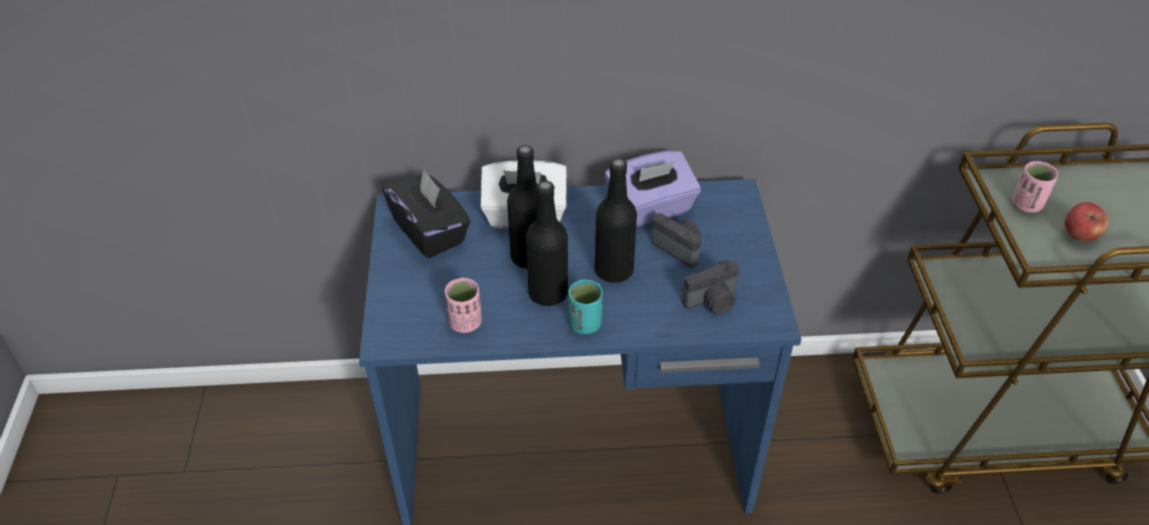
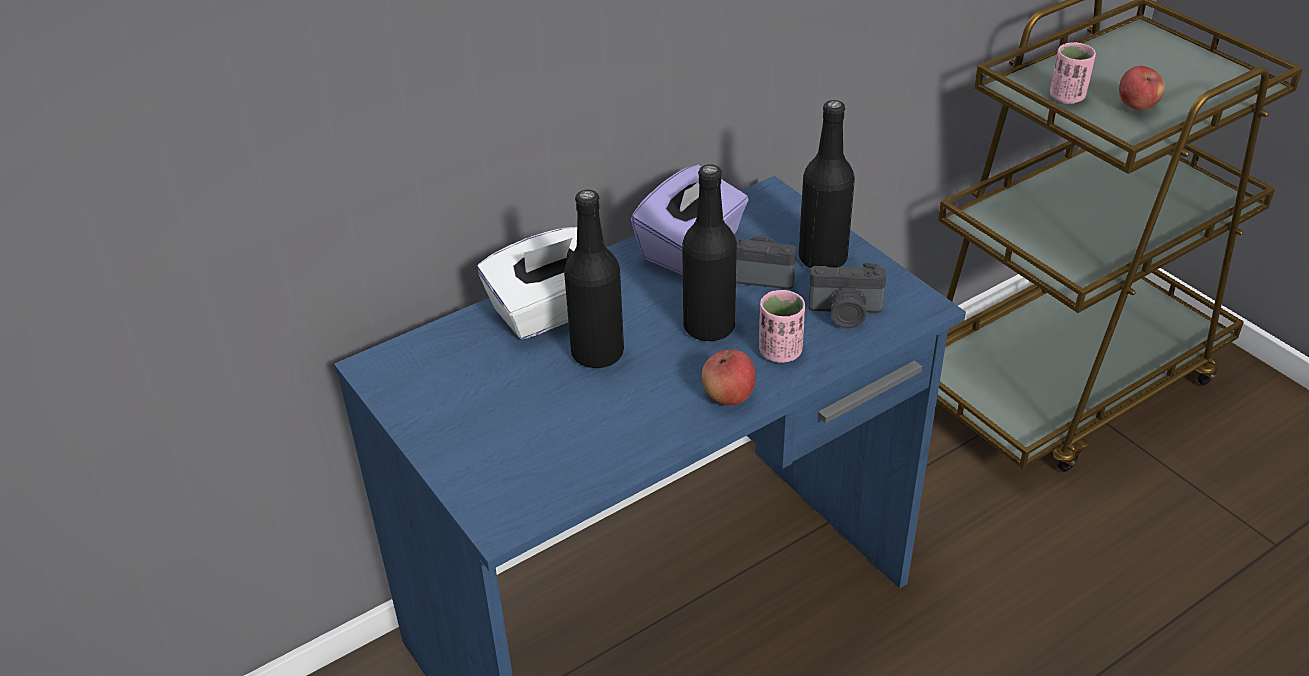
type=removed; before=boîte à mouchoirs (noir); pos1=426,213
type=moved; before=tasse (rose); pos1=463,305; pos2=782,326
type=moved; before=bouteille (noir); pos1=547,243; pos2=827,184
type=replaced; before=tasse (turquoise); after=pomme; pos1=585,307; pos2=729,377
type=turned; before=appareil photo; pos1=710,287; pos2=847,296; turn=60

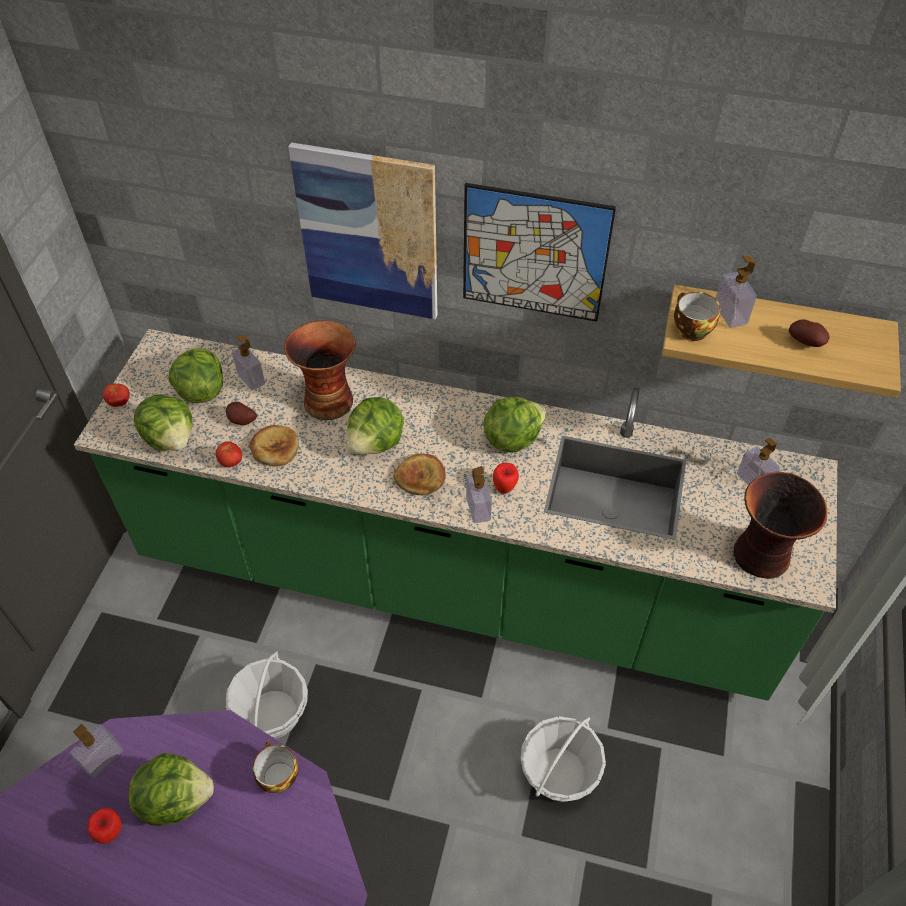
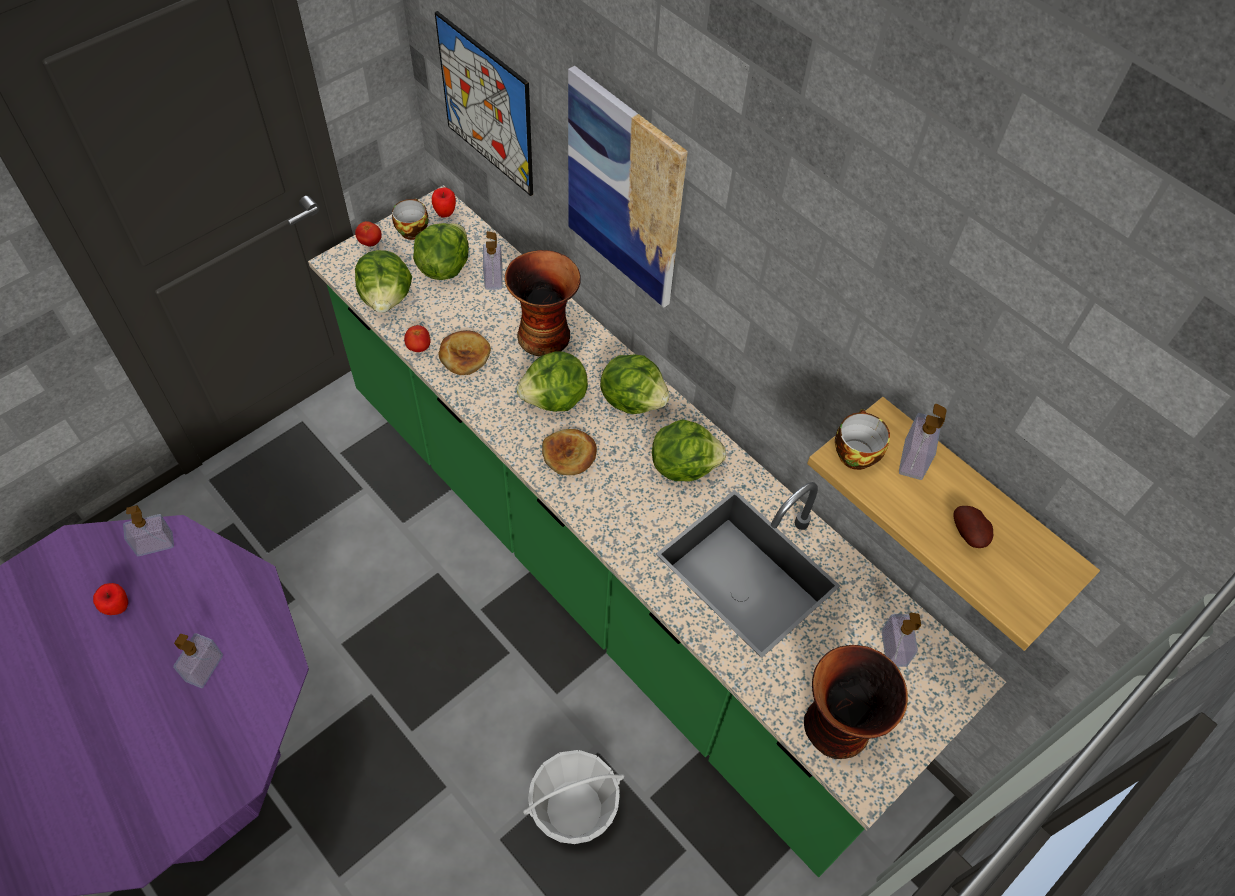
type=moved; before=laitue; pos1=171,789; pos2=635,384
type=removed; before=pomme de terre; pos1=241,413
type=removed; before=panier; pos1=267,695
type=moved; before=tasse; pos1=275,767; pos2=410,219
type=moved; before=tableau; pos1=539,252; pos2=484,103
type=moved; before=distributeur de savon; pos1=479,494; pos2=198,660
type=moved; before=pomme; pos1=506,478; pos2=444,203

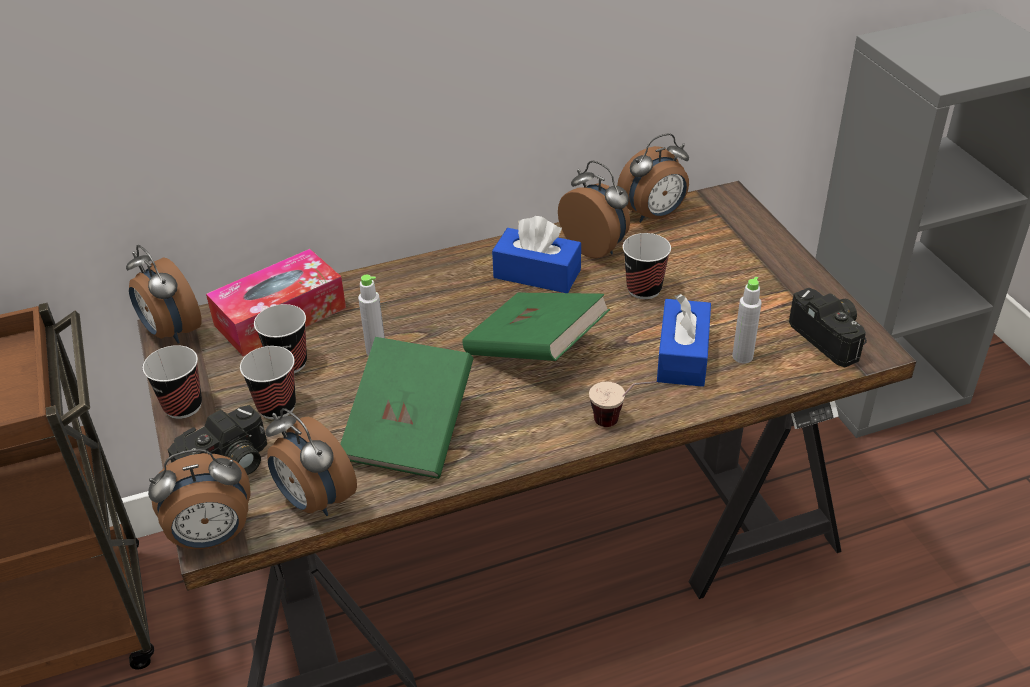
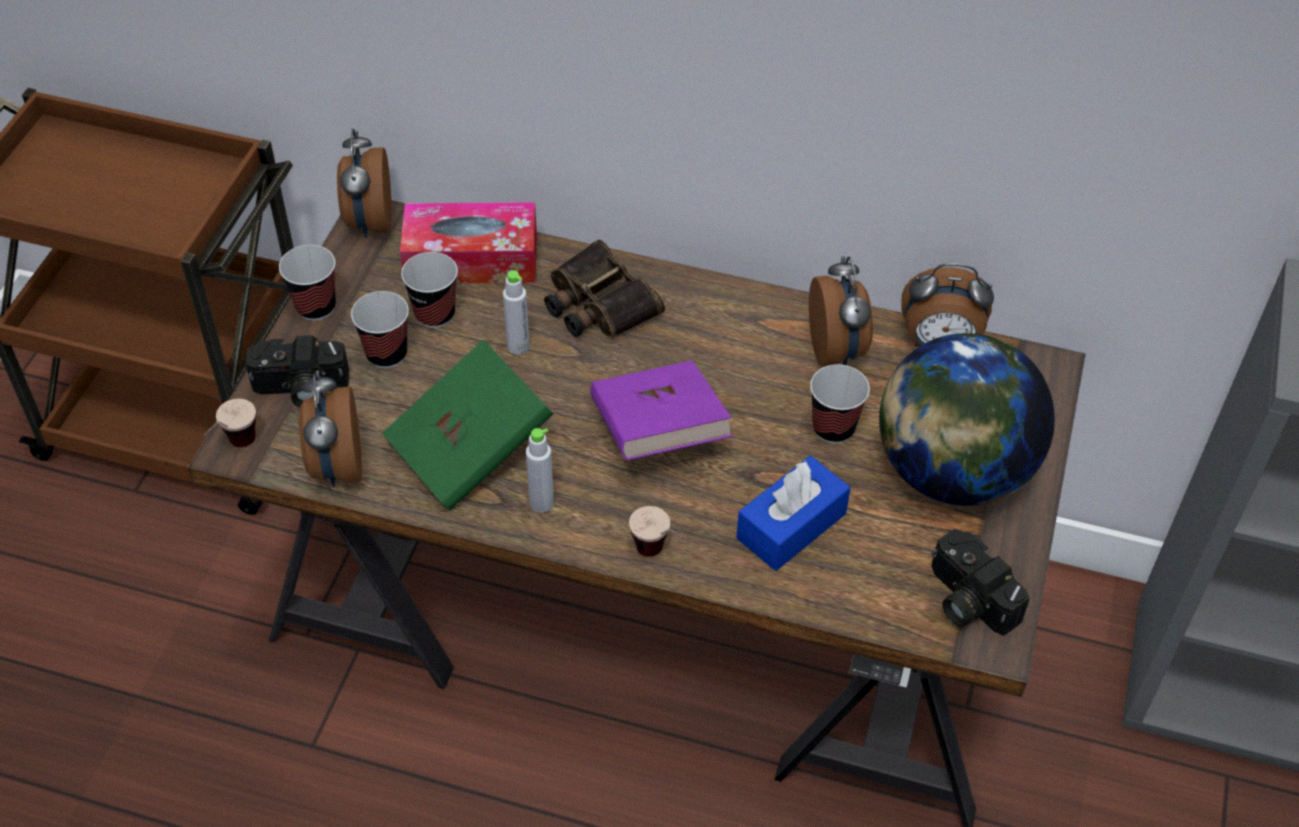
type=replaced; before=réveil; after=tasse; pos1=199,499; pos2=230,423
type=recoloured; before=livre (vert); after=livre (violet); pos1=536,327; pos2=661,410
type=removed; before=boîte à mouchoirs (bleu); pos1=536,254
type=moved; before=bouteille (gris); pos1=747,320; pos2=540,470
type=turned; before=appareil photo; pos1=828,328; pos2=981,582; turn=135
type=added; after=jumelles; pos2=604,289
type=added; after=globe; pos2=967,419

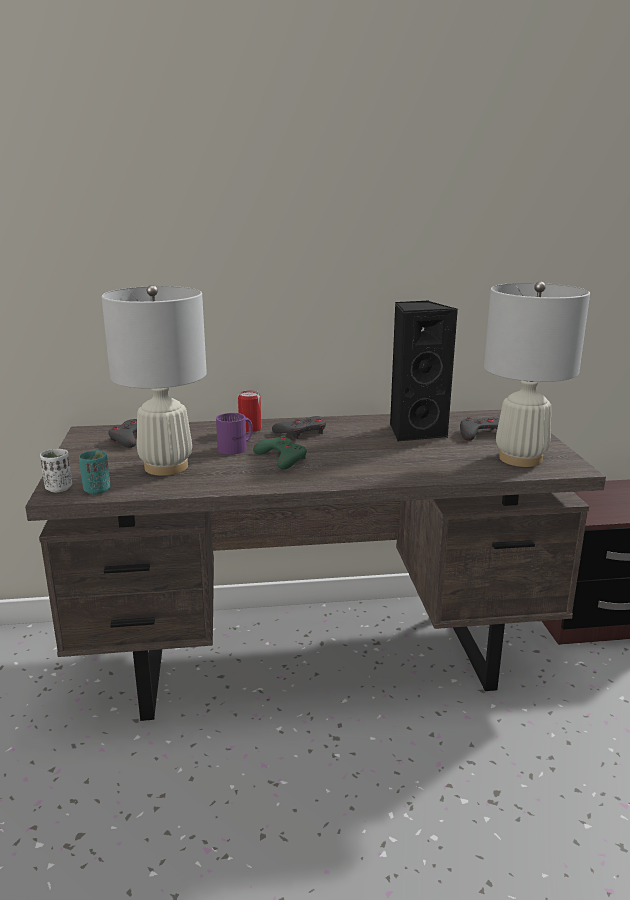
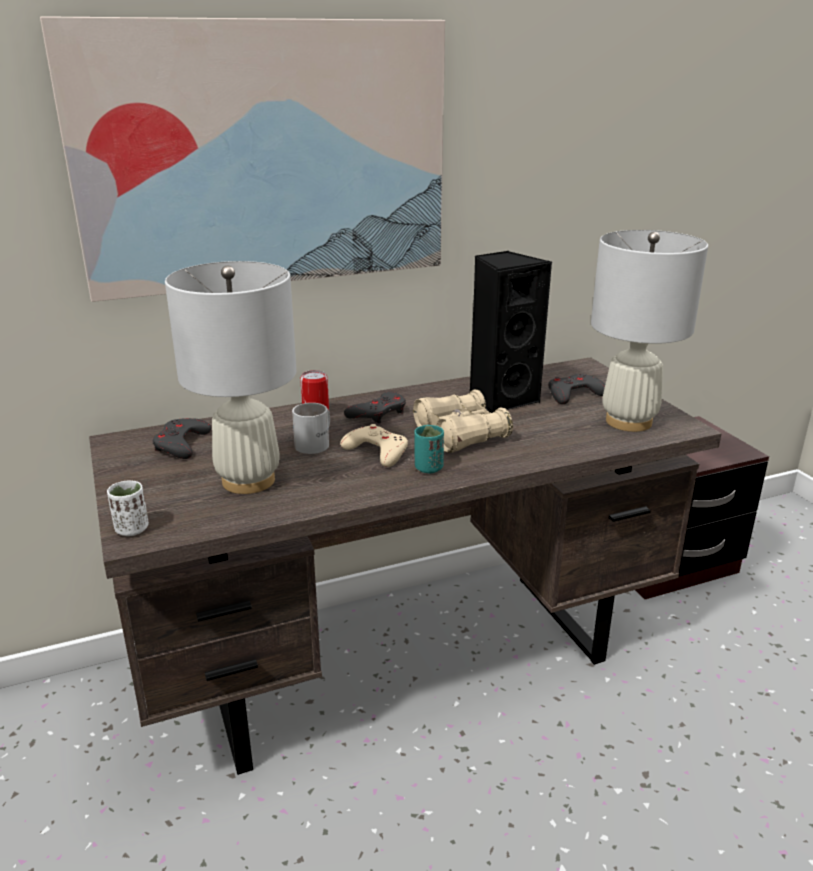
type=moved; before=tasse (turquoise); pos1=95,472; pos2=429,449
type=recoloured; before=mug (violet); after=mug (blanc); pos1=234,434; pos2=311,428
type=recoloured; before=manette (vert); after=manette (beige); pos1=280,452; pos2=374,445
type=added; after=tableau; pos2=242,159
type=added; after=jumelles (beige); pos2=463,421

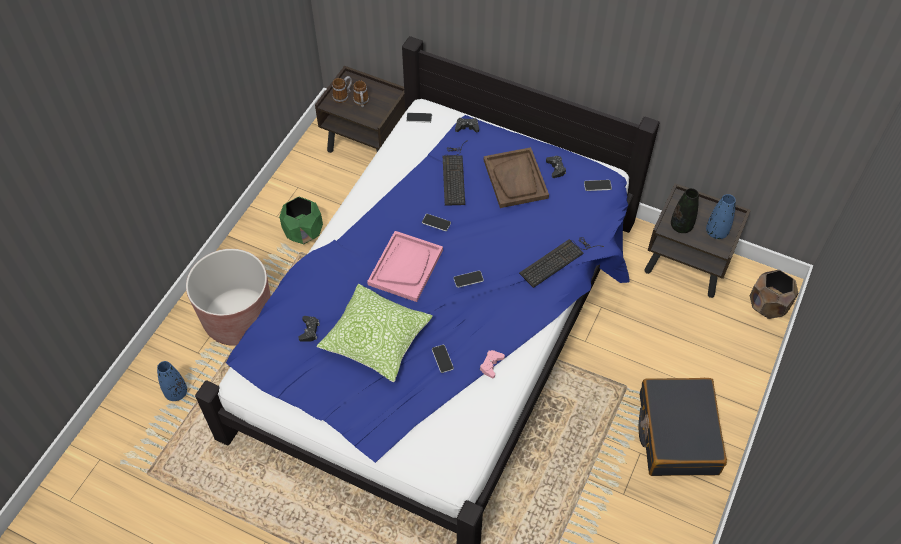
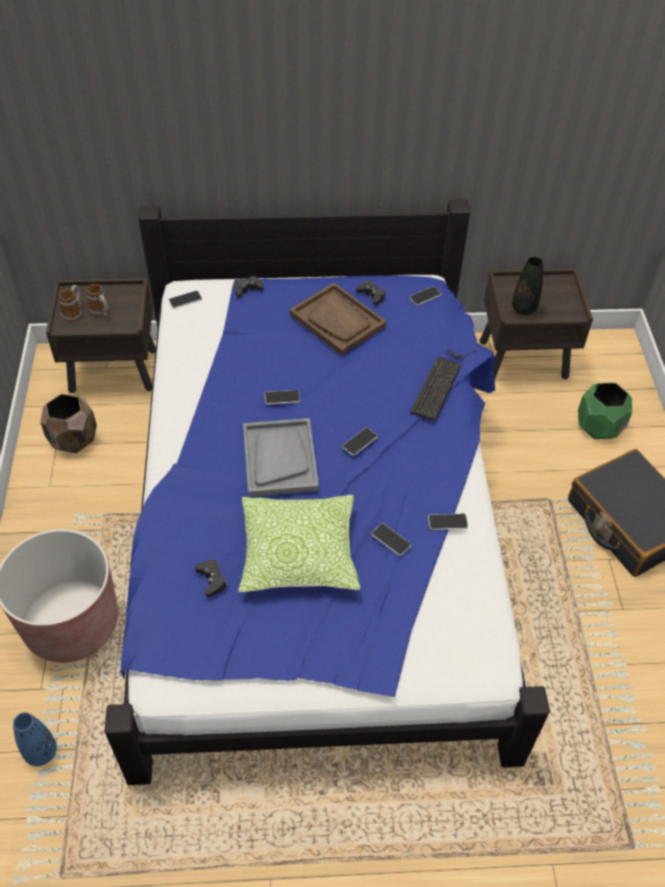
type=moved; before=cache-pot (vert); pos1=301,220; pos2=605,411
type=recoloured; before=plateau (rose); after=plateau (gris); pos1=405,266; pos2=281,457
type=removed; before=clavier; pos1=455,173
type=replaced; before=manette (rose); after=téléphone; pos1=492,364; pos2=448,521
type=removed; before=vase (bleu); pos1=721,216
type=moved; before=cache-pot (marron); pos1=774,294; pos2=68,423

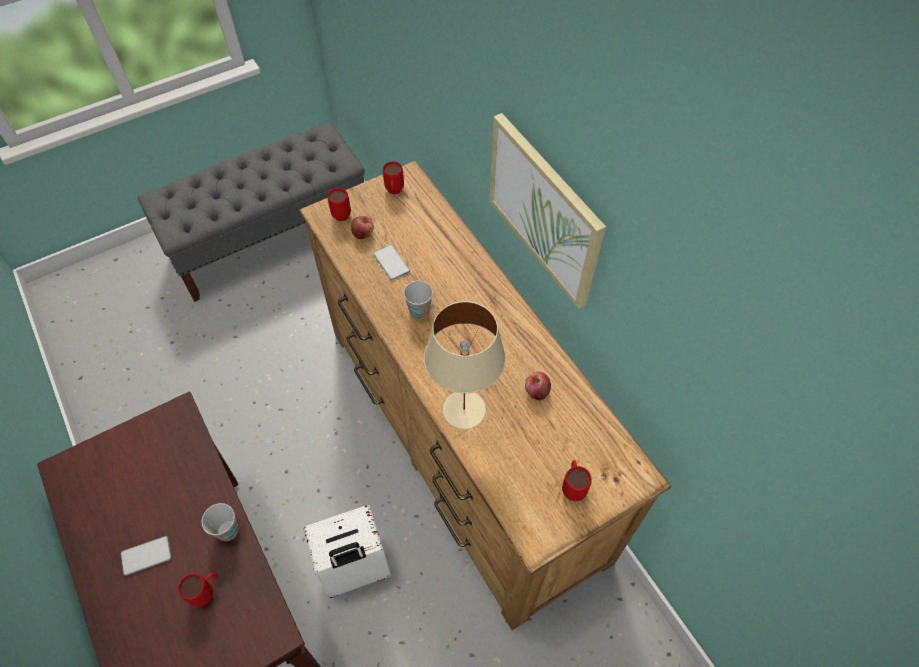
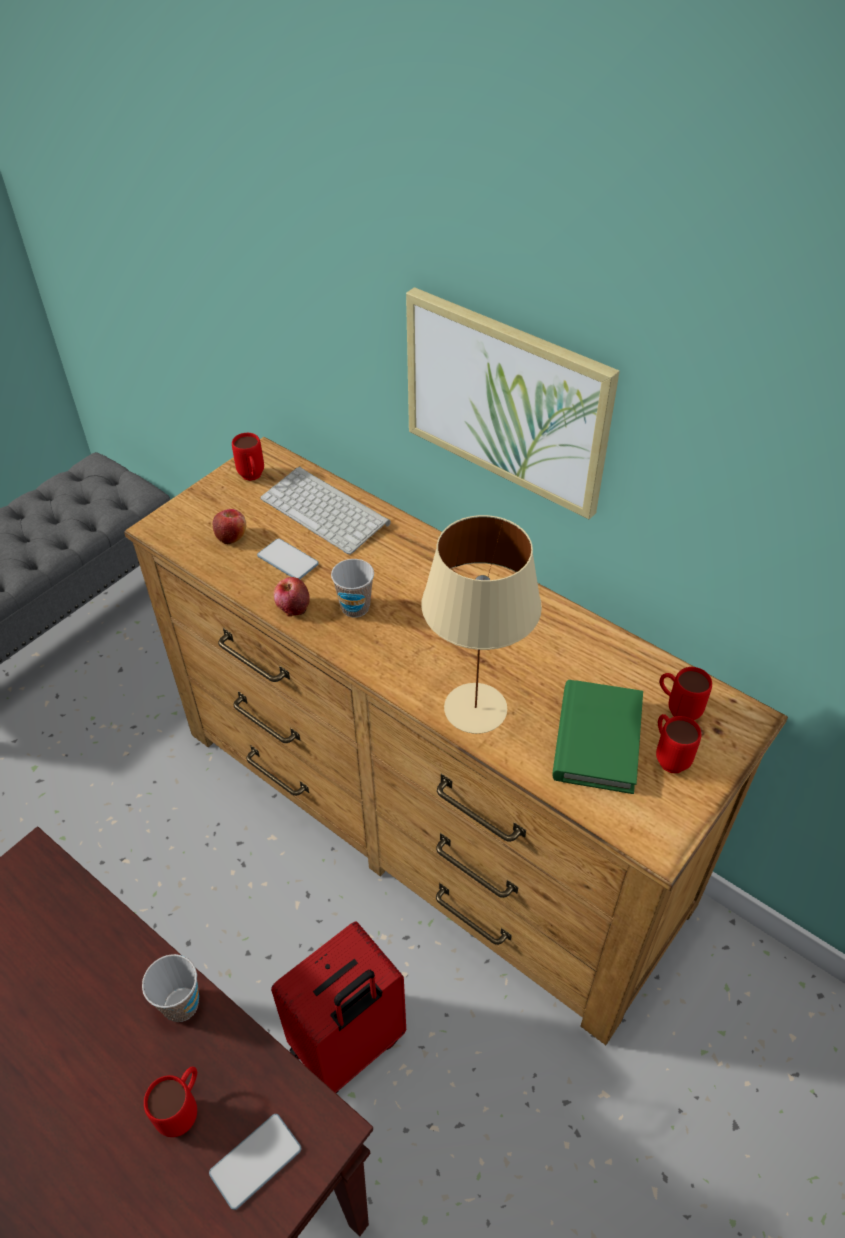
type=moved; before=téléphone; pos1=146,556; pos2=255,1162
type=recoloured; before=valise (blanc); after=valise (rouge); pos1=347,551; pos2=338,1007
type=moved; before=mug (rouge); pos1=339,204; pos2=685,693
type=moved; before=pomme; pos1=538,386; pos2=292,597
type=added; after=clavier; pos2=325,510
type=added; after=livre (vert); pos2=597,737

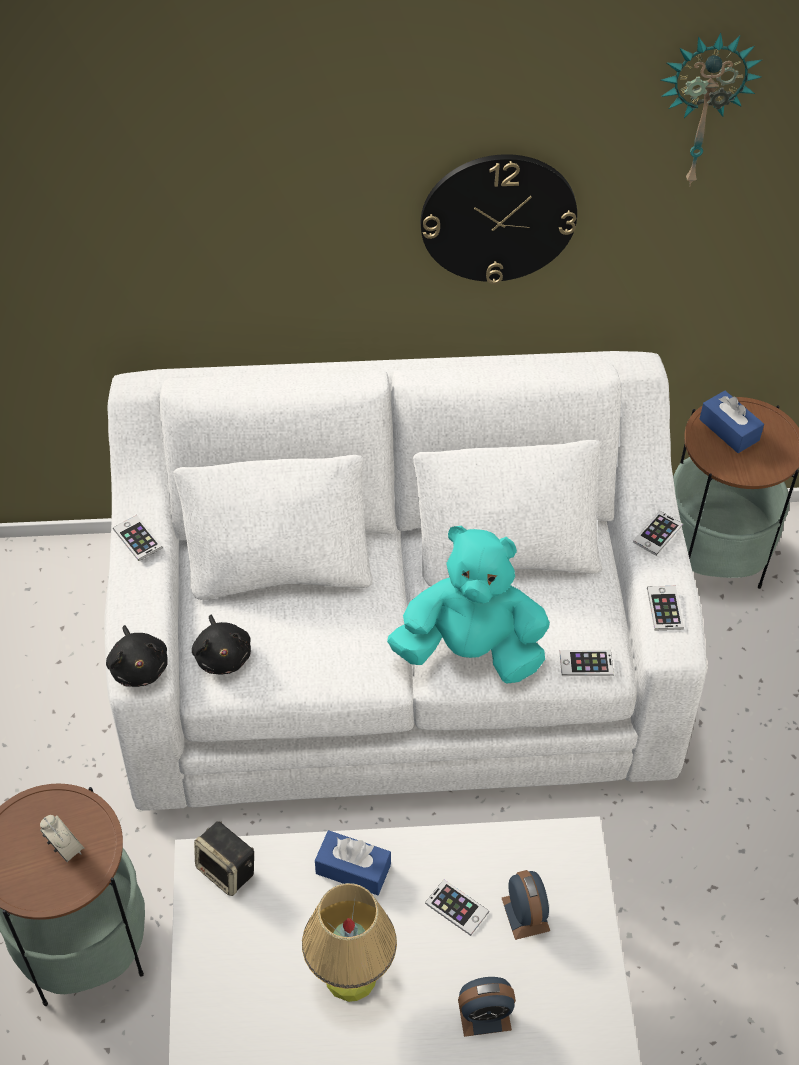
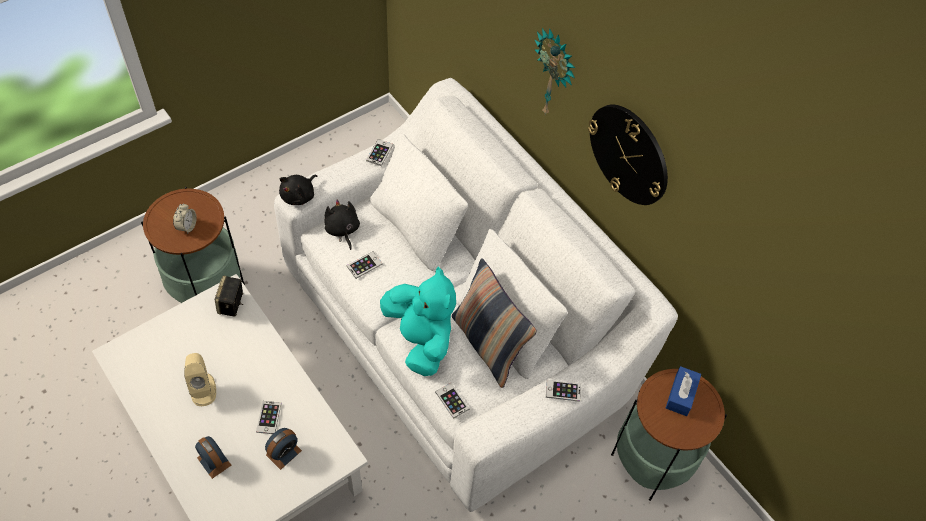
type=turned; before=peluche (noir); pos1=221,644; pos2=342,225; turn=120
type=replaced; before=lampe de table; after=enceinte (beige); pos1=349,942; pos2=200,379
type=removed; before=boîte à mouchoirs (bleu); pos1=353,862
type=moved; before=téléphone; pos1=665,608; pos2=364,265
type=moved; before=horloge murale; pos1=711,109; pos2=554,71
type=added; after=coussin; pos2=494,323

